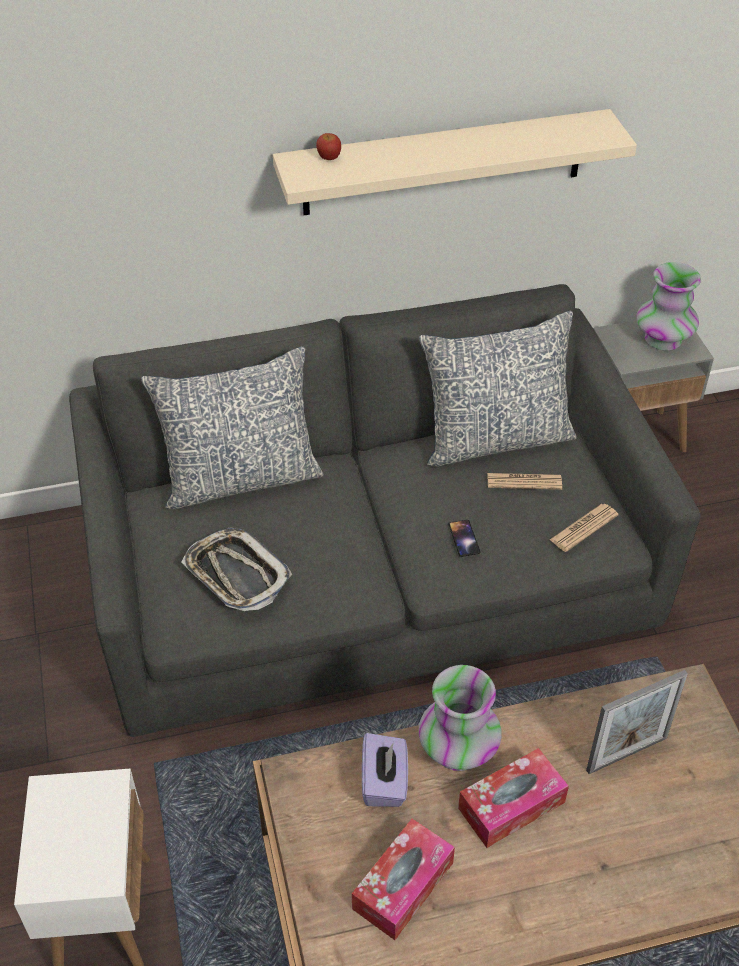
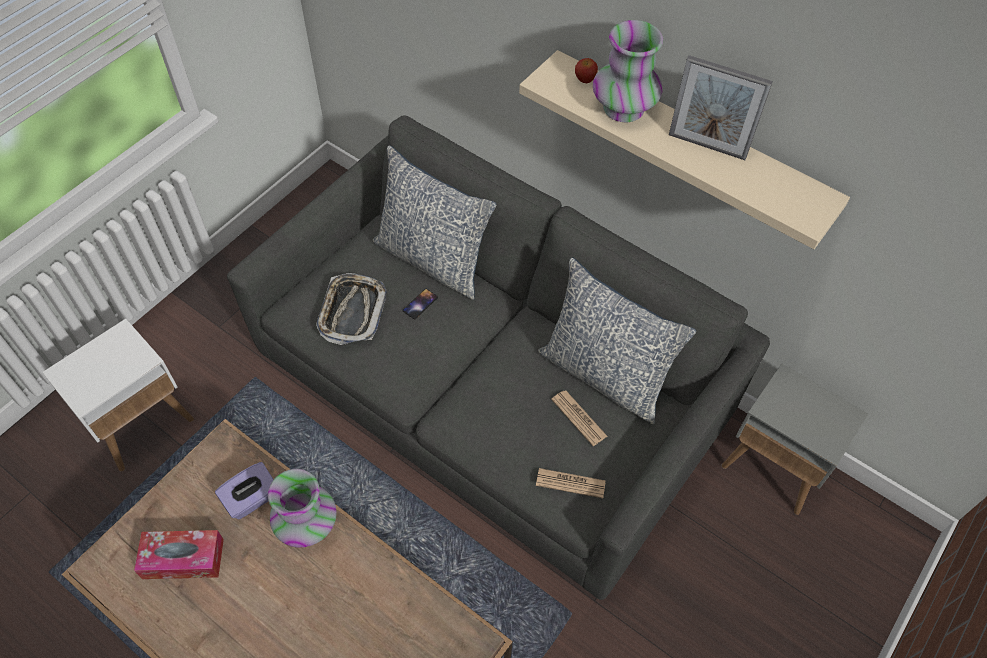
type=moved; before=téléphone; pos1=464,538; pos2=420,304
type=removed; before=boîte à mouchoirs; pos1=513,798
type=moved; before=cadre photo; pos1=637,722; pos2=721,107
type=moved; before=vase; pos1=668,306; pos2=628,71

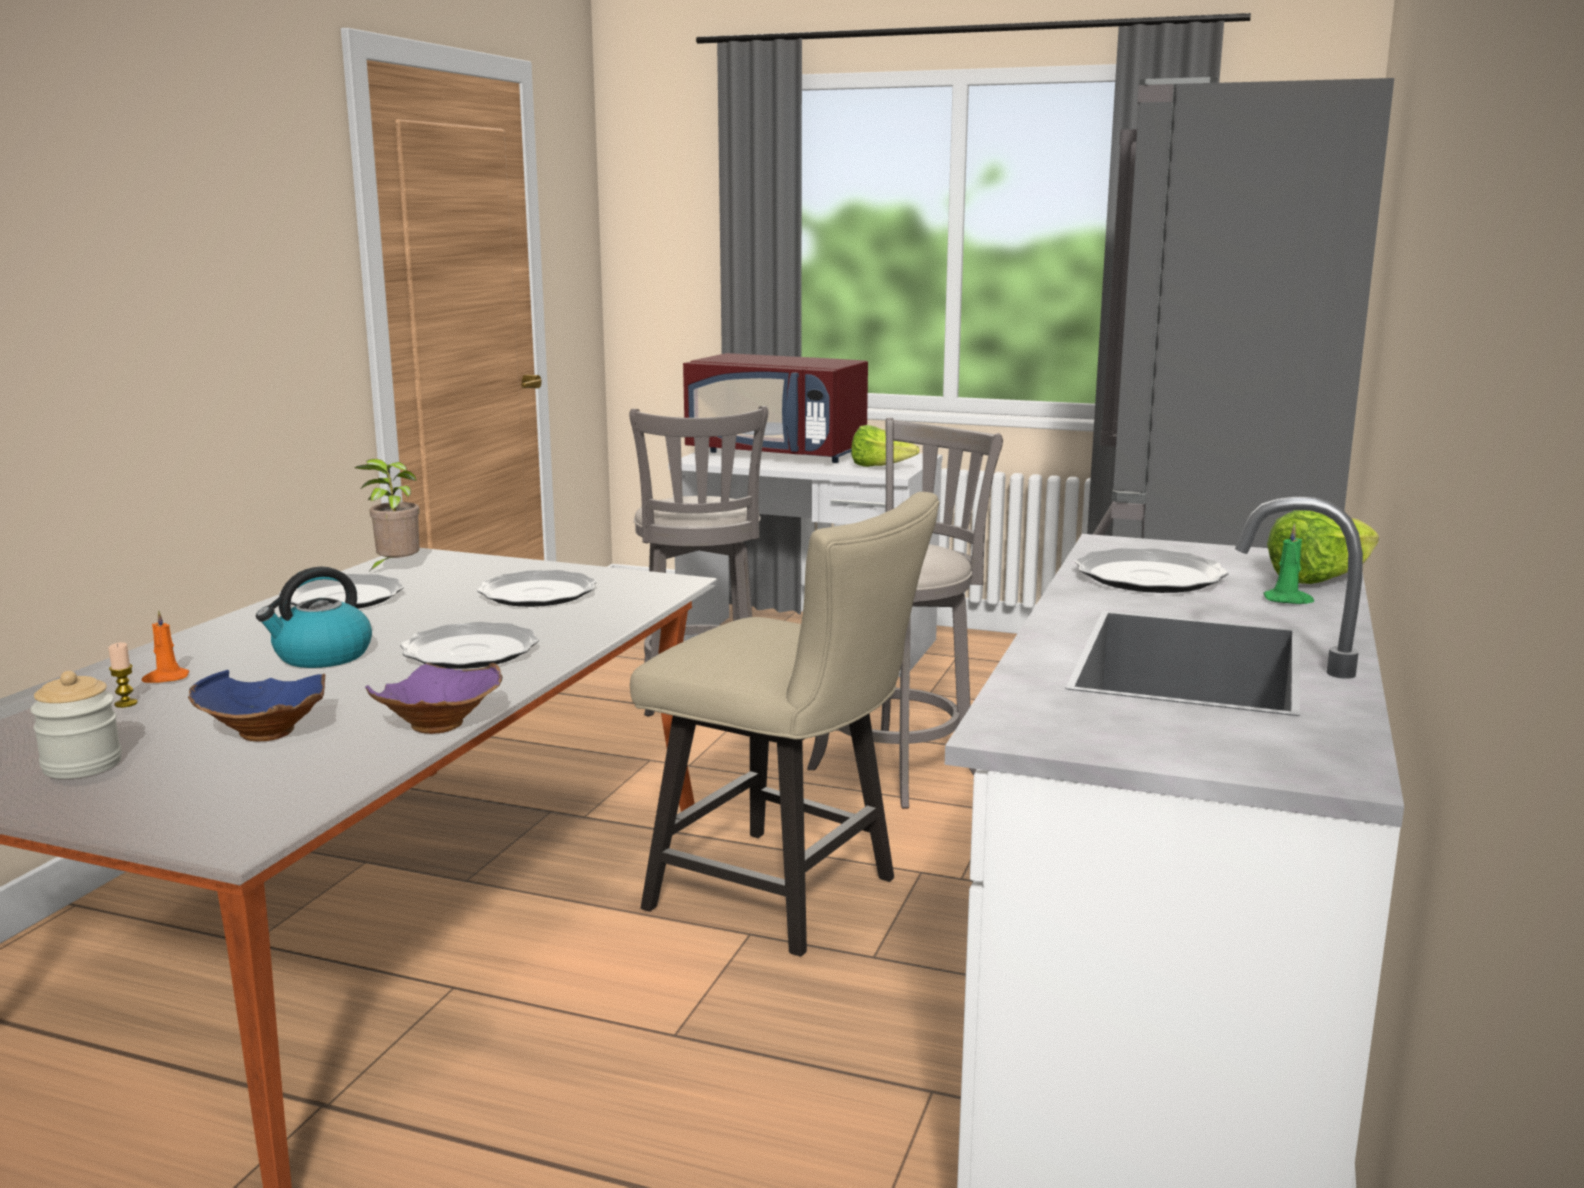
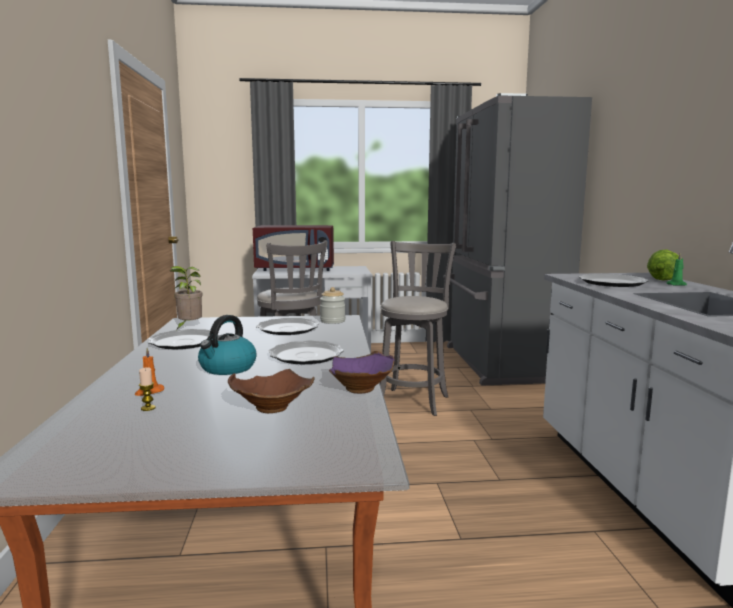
type=moved; before=bocal; pos1=76,725; pos2=333,305
type=recoloured; before=bol (bleu); after=bol (marron); pos1=256,705; pos2=271,390
type=removed; before=chaise (beige); pos1=785,724
type=removed; before=laitue; pos1=885,446

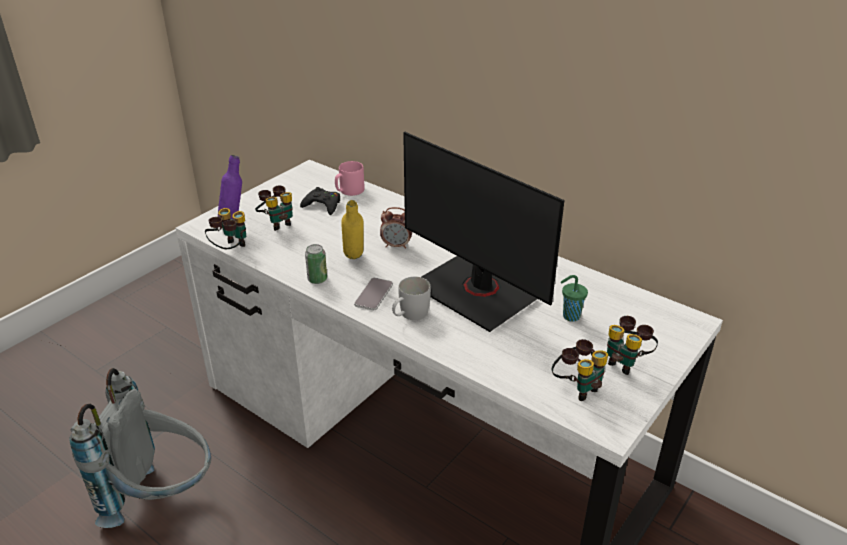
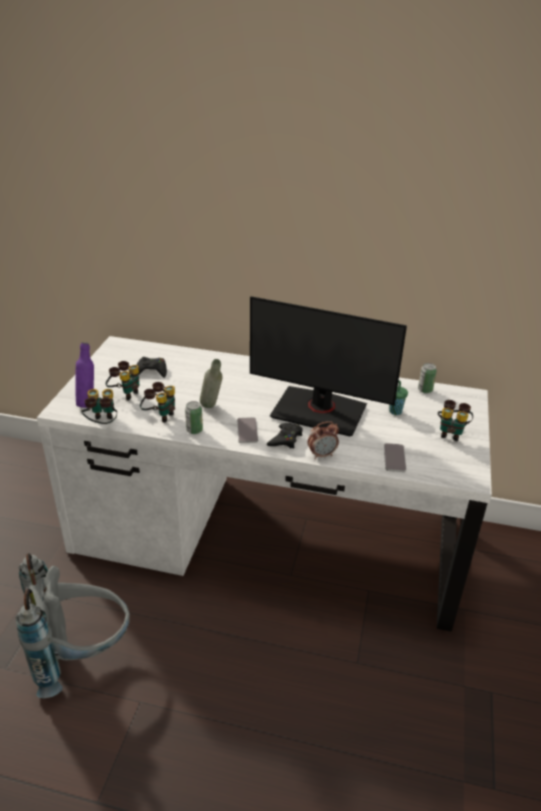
type=removed; before=mug (rose); pos1=350,178
type=recoloured; before=bouteille (jaune); after=bouteille (gris); pos1=352,229; pos2=211,383
type=moved; before=réveil; pos1=396,228; pos2=323,440
type=replaced; before=mug (blanc); after=manette (noir); pos1=411,298; pos2=285,435
type=moved; before=jumelles; pos1=580,370; pos2=157,402
type=added; after=téléphone; pos2=395,457
type=added; after=boîte métallique; pos2=427,378

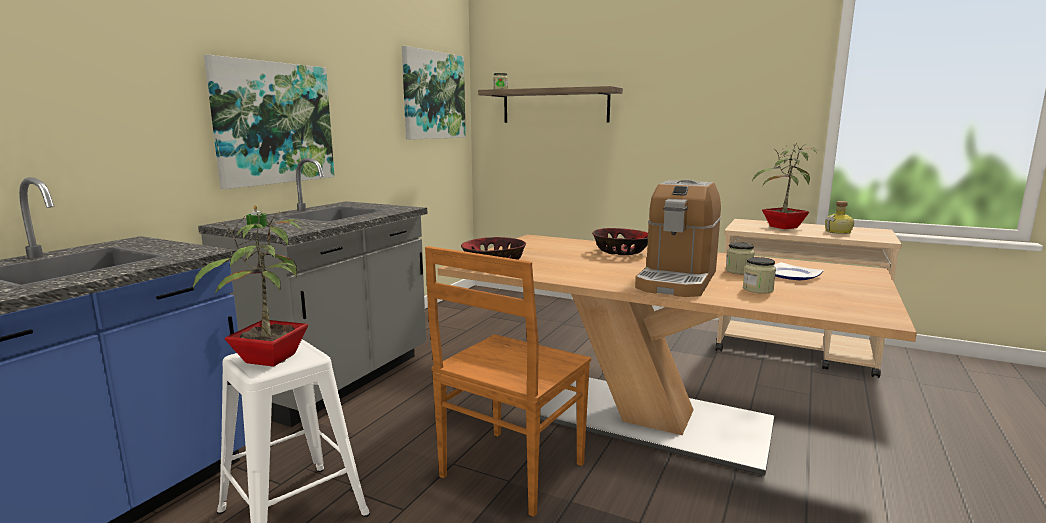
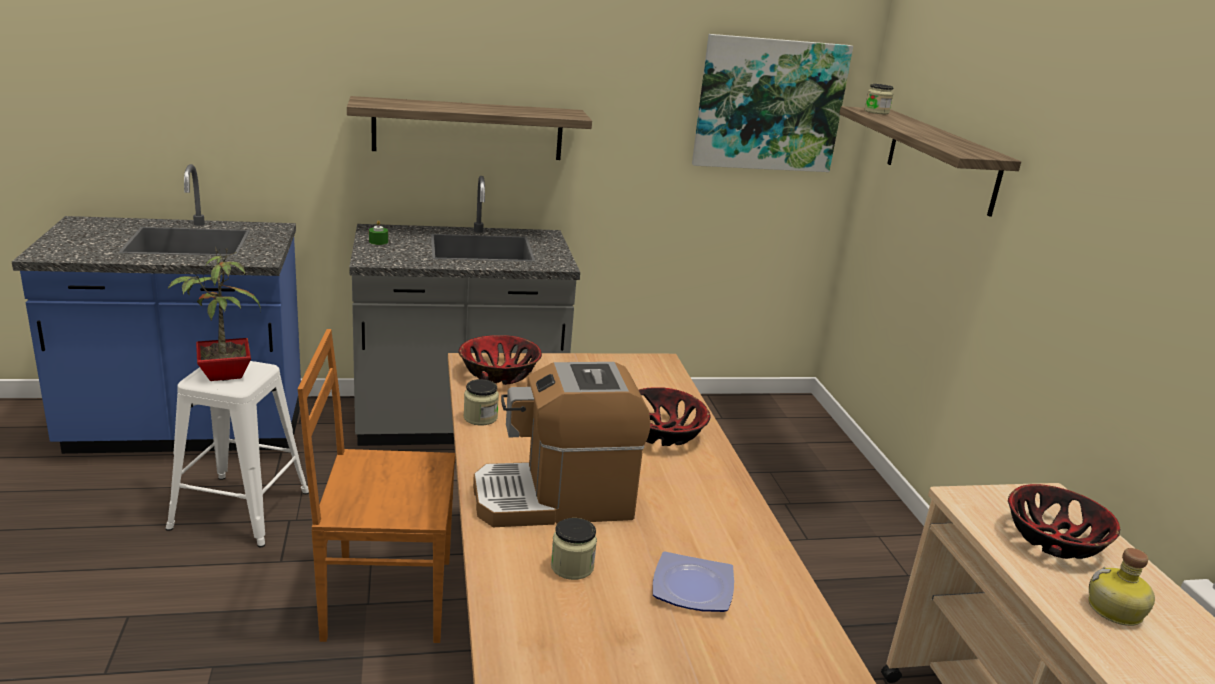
type=replaced; before=tableau; after=étagère; pos1=269,122; pos2=469,128
type=moved; before=bocal; pos1=740,258; pos2=481,402
type=replaced; before=plante en pot; after=bol; pos1=785,186; pos2=1064,521

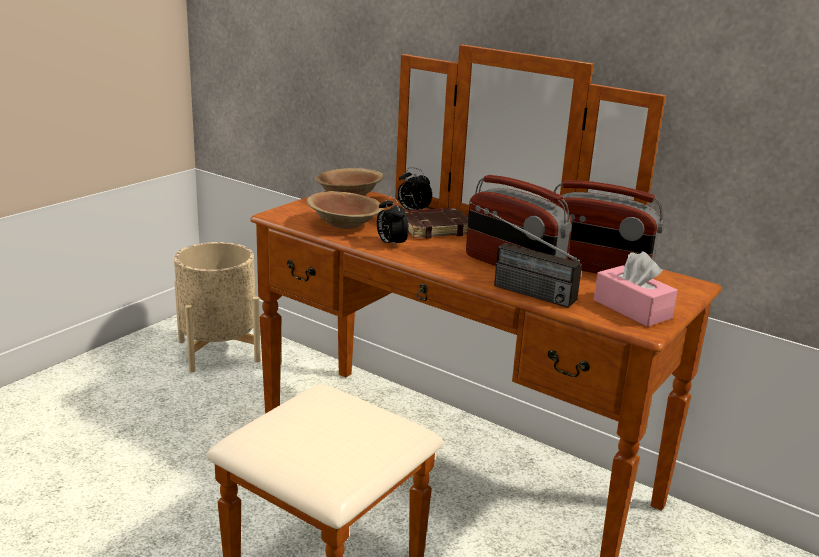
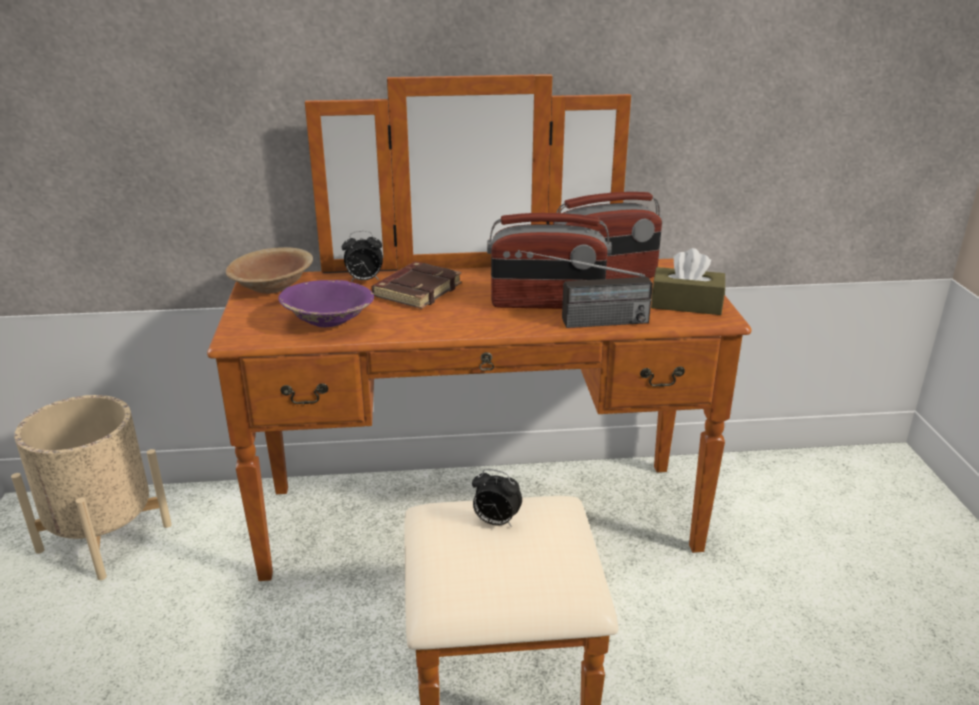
type=recoloured; before=bol (marron); after=bol (violet); pos1=345,210; pos2=326,304
type=moved; before=réveil; pos1=393,221; pos2=497,498
type=recoloured; before=boîte à mouchoirs (rose); after=boîte à mouchoirs (marron); pos1=635,289; pos2=688,281

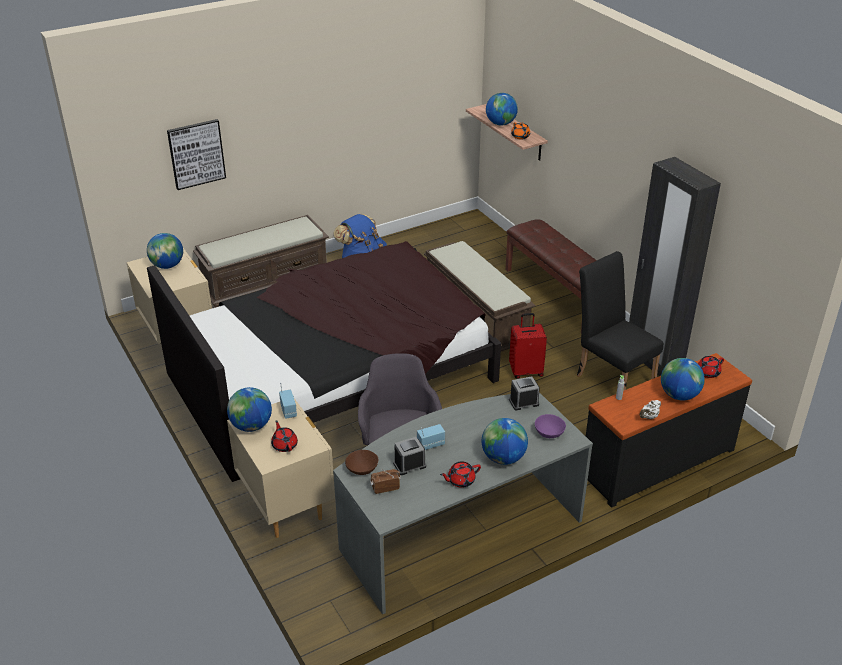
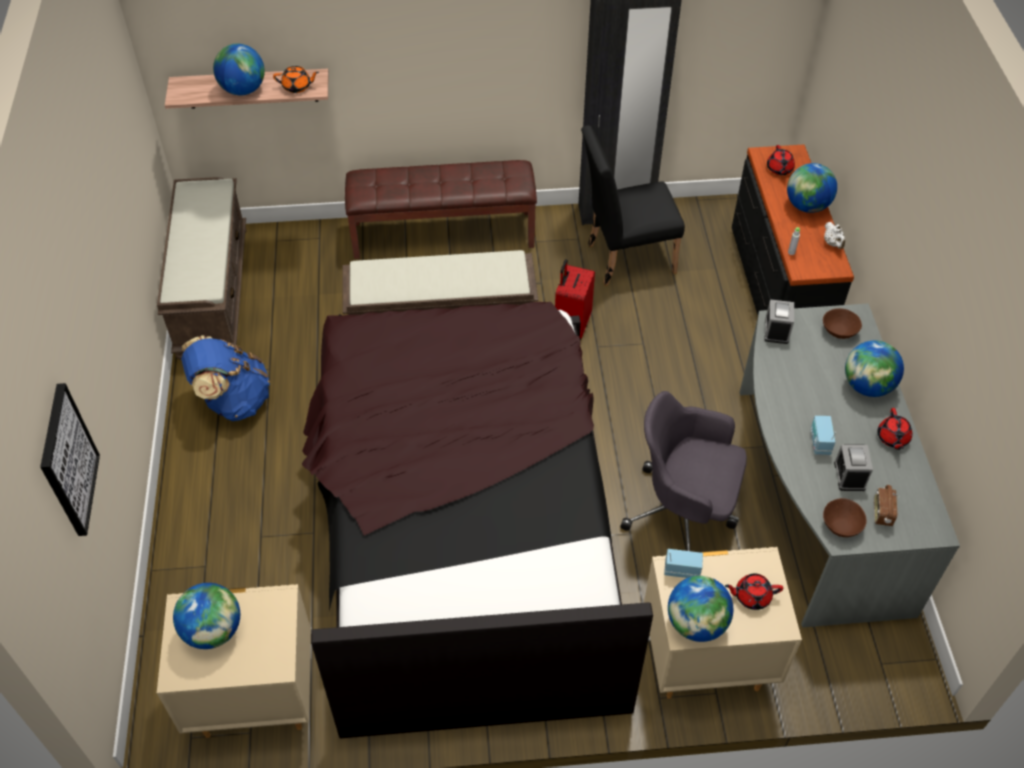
type=moved; before=banc (marron); pos1=261,261; pos2=202,268
type=recoloured; before=bol (violet); after=bol (marron); pos1=550,426; pos2=842,323

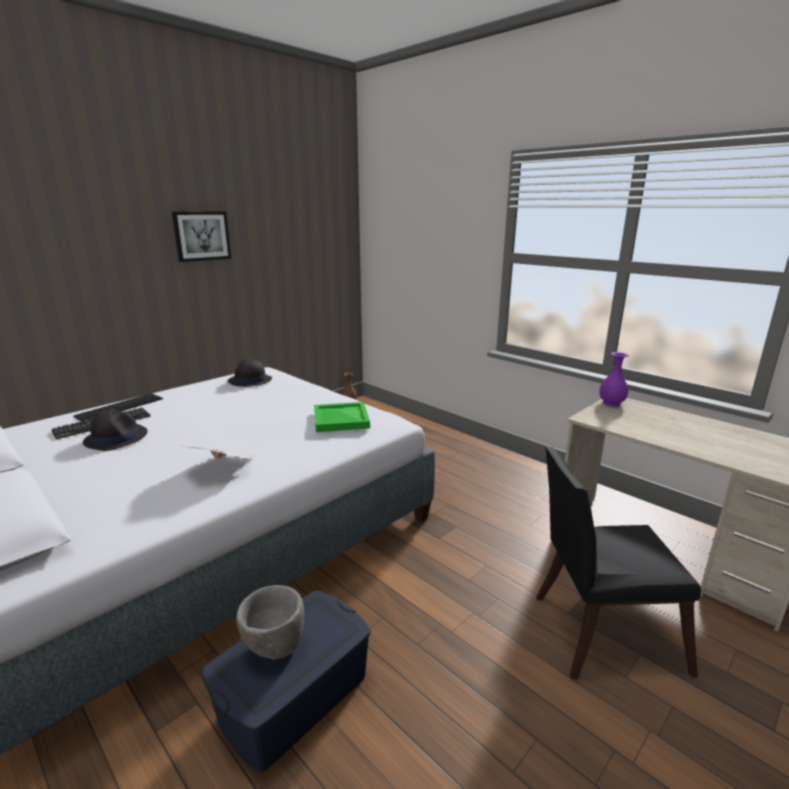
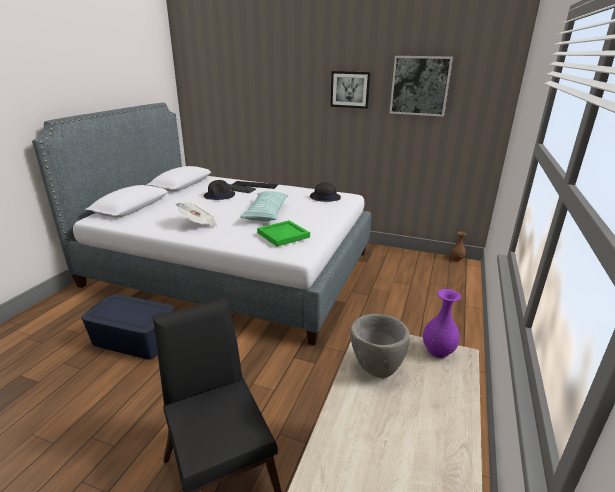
type=moved; before=bol (gris); pos1=270,622; pos2=380,346
type=added; after=coussin; pos2=264,206
type=added; after=tableau; pos2=421,86

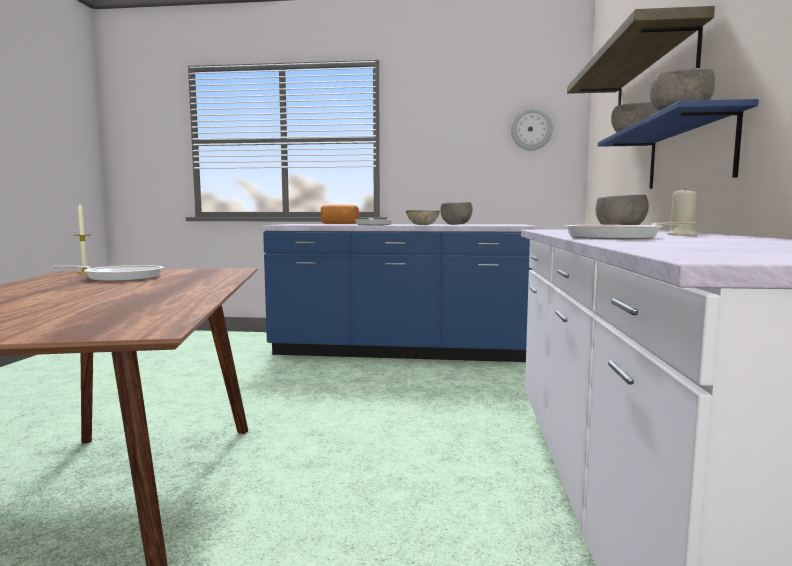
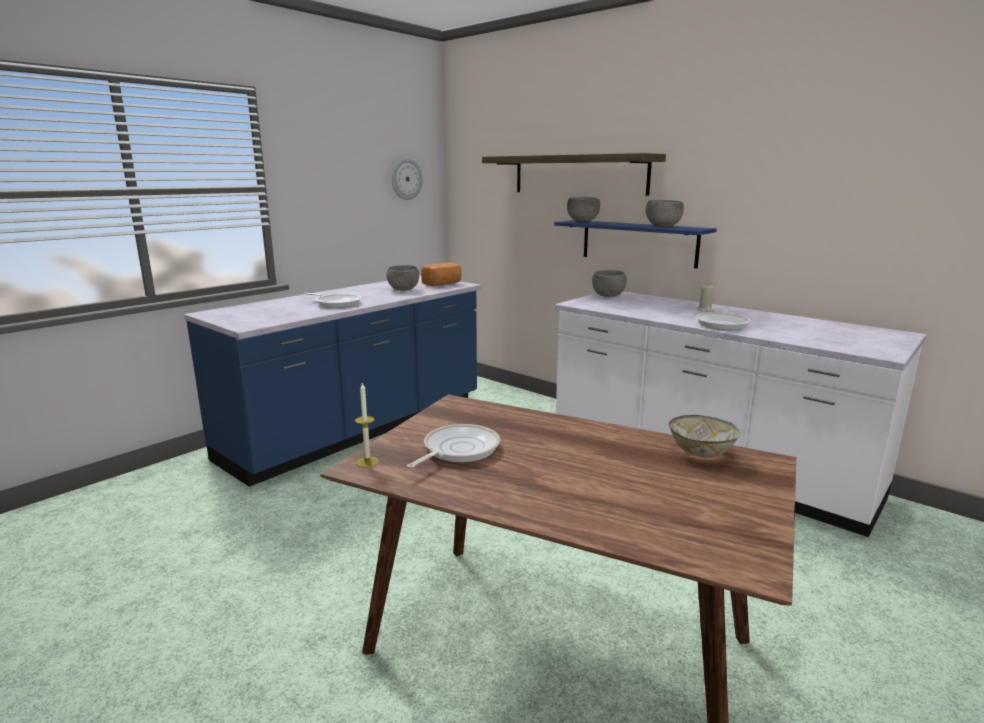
type=moved; before=pain; pos1=340,214; pos2=441,274
type=moved; before=bol; pos1=423,217; pos2=704,436

